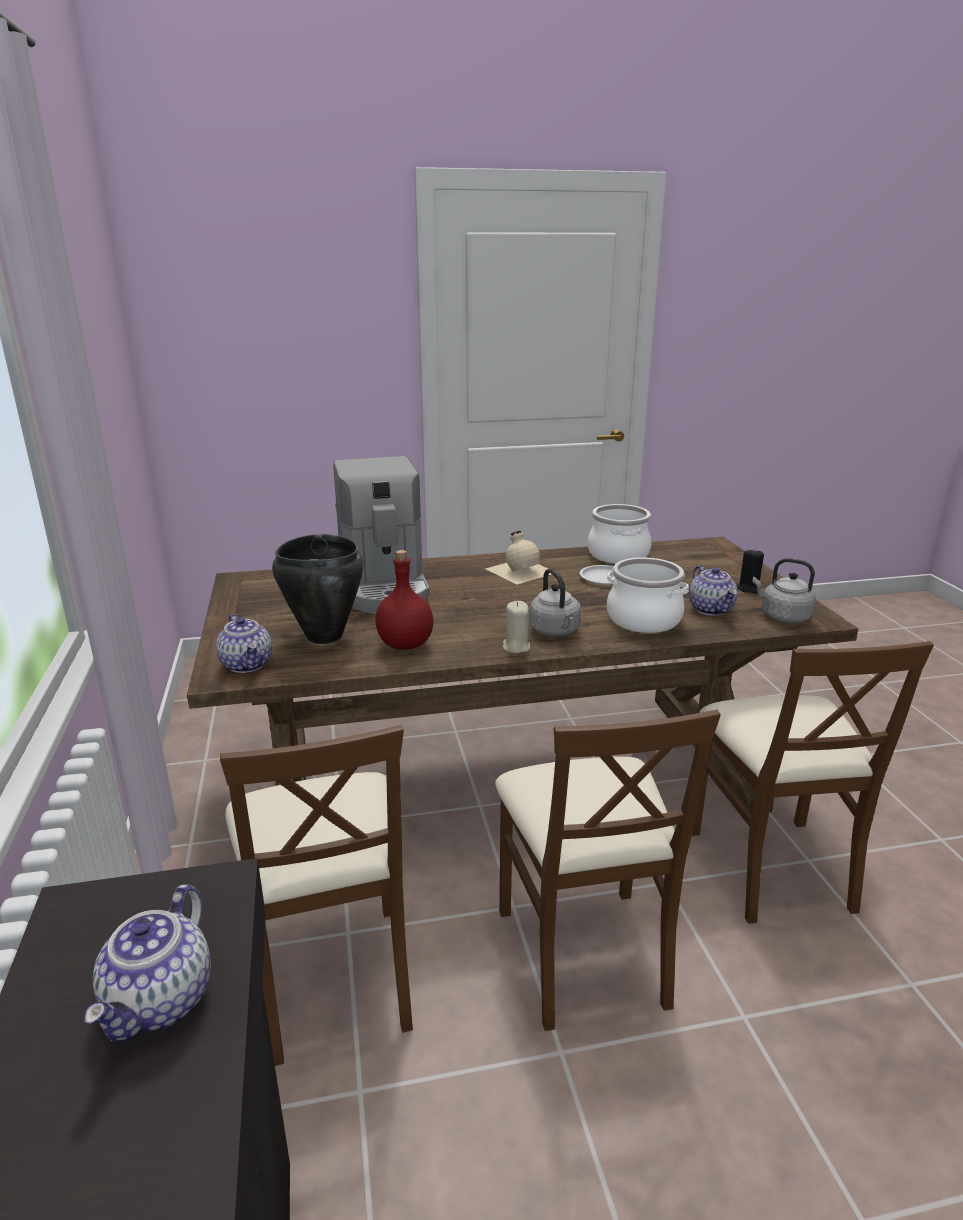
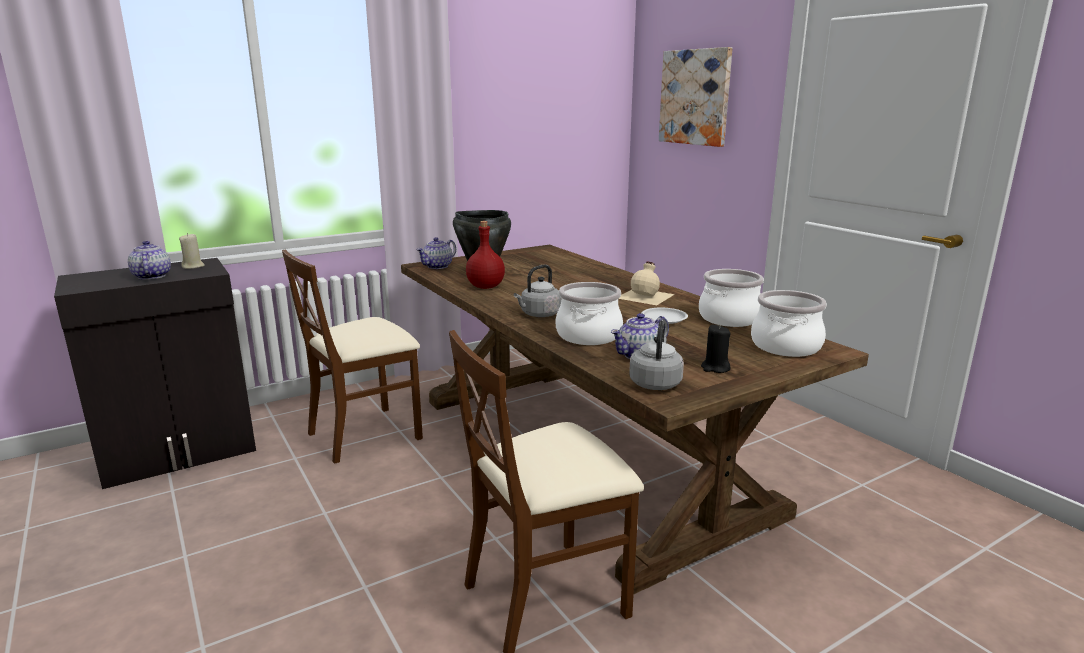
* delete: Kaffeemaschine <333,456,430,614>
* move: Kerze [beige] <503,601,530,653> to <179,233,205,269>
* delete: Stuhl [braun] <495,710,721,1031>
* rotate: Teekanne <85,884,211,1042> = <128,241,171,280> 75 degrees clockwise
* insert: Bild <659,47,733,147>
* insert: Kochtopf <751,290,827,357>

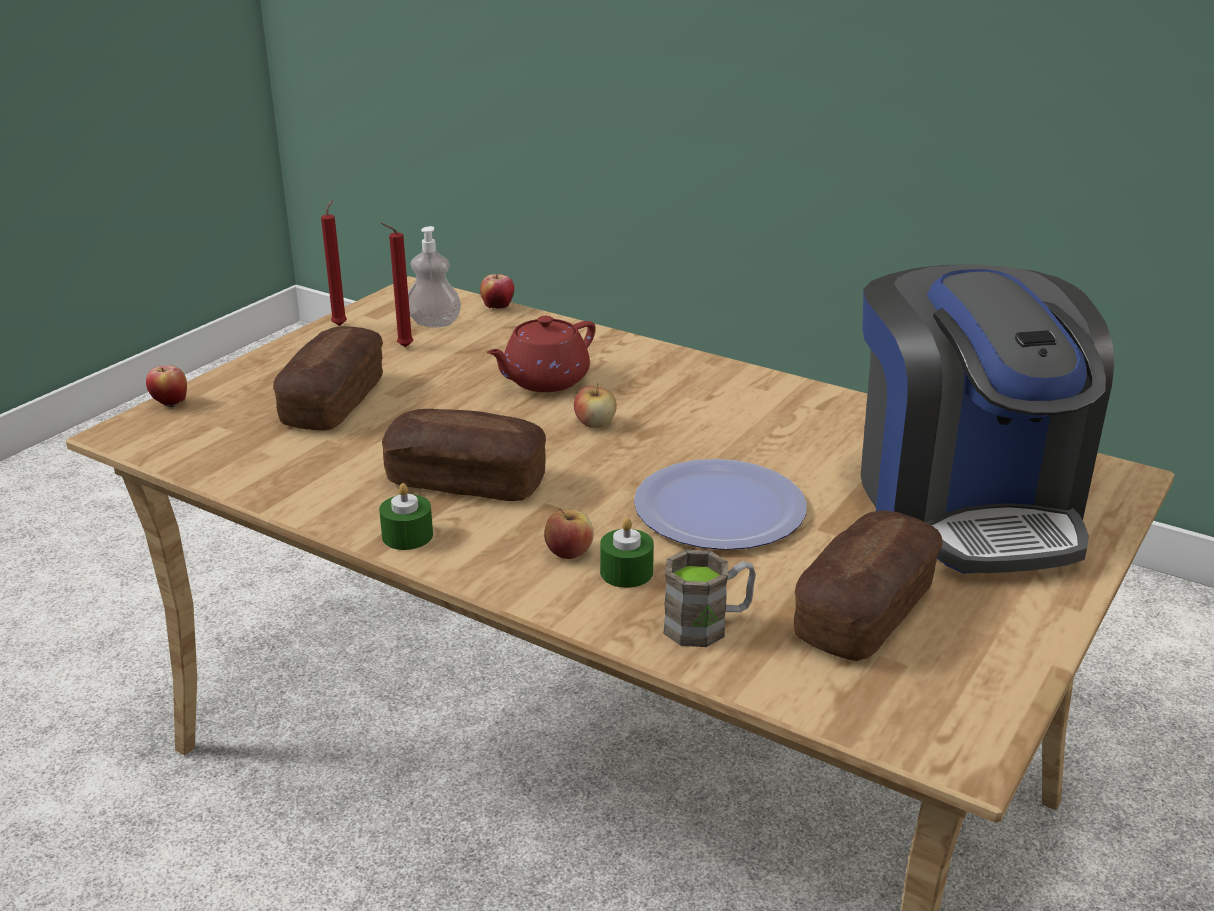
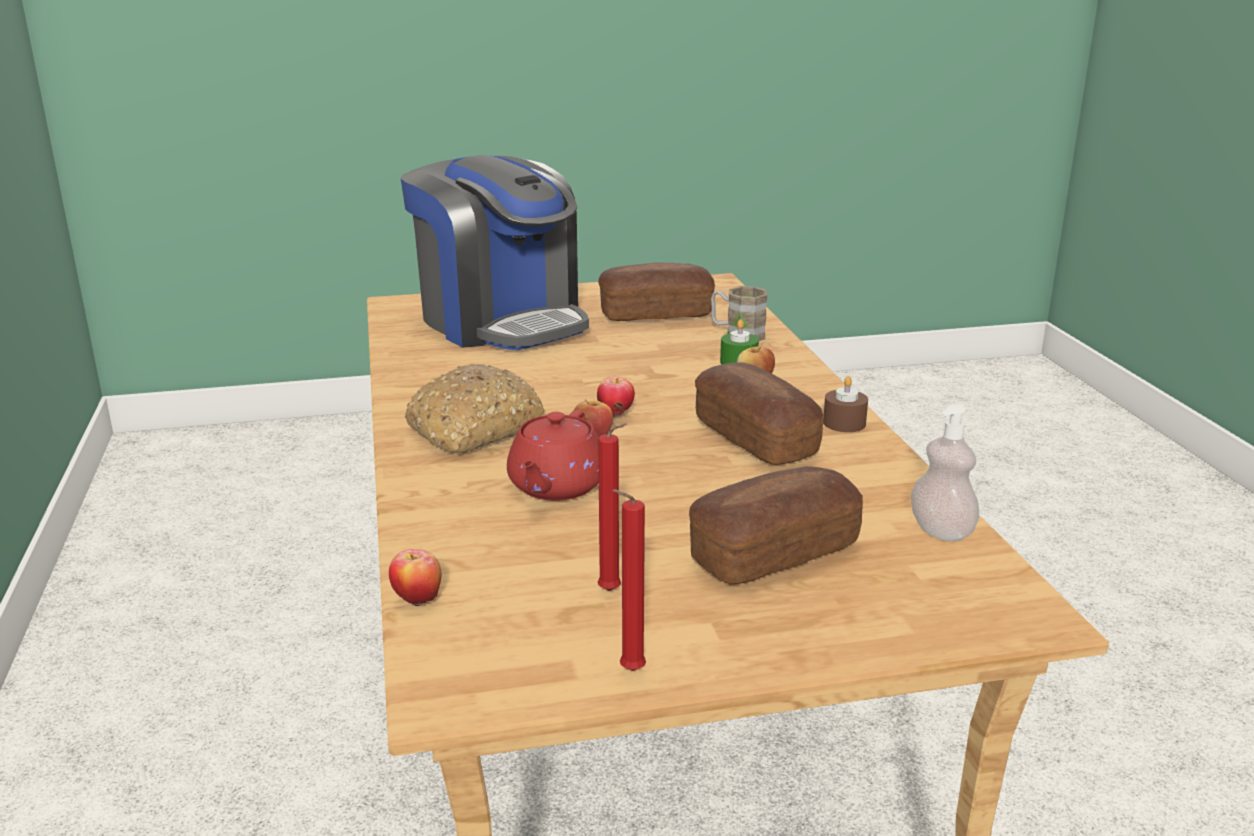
* move: Seifenspender <408,226,461,327> to <911,405,980,542>
* rotate: Kaffeemaschine <861,264,1115,574> = <401,155,589,350> 105 degrees clockwise
* rotate: Teekanne [rot] <486,316,596,392> = <507,410,599,501> 105 degrees clockwise
* move: Apfel <146,365,187,408> to <597,376,635,417>
* delete: Teller <634,459,807,550>
* recolor: Kerze [grün] <379,483,433,550> to Kerze [braun] <823,376,868,432>
* insert: Brot <404,363,544,453>

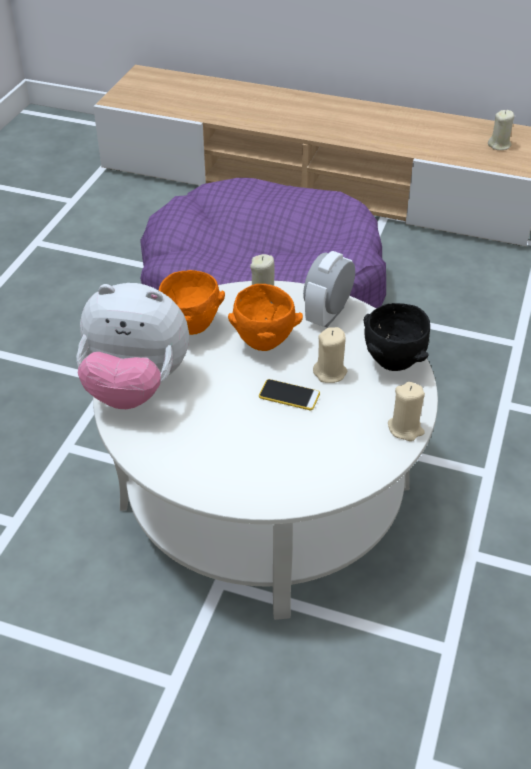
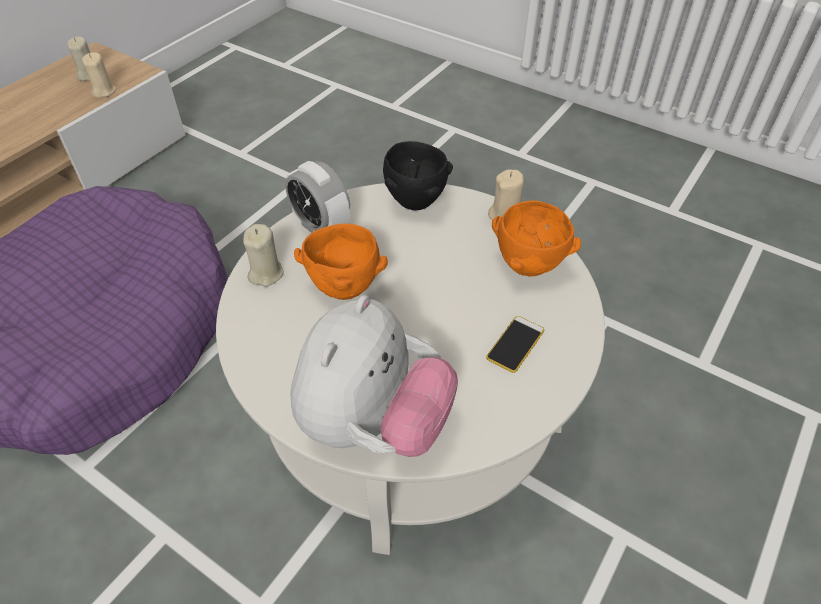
* move: Schüssel [orange] <159,270,225,335> to <492,200,581,277>
* move: Kerze [beige] <313,327,347,383> to <82,52,116,98>
* move: Handy <259,379,320,410> to <486,316,544,373>

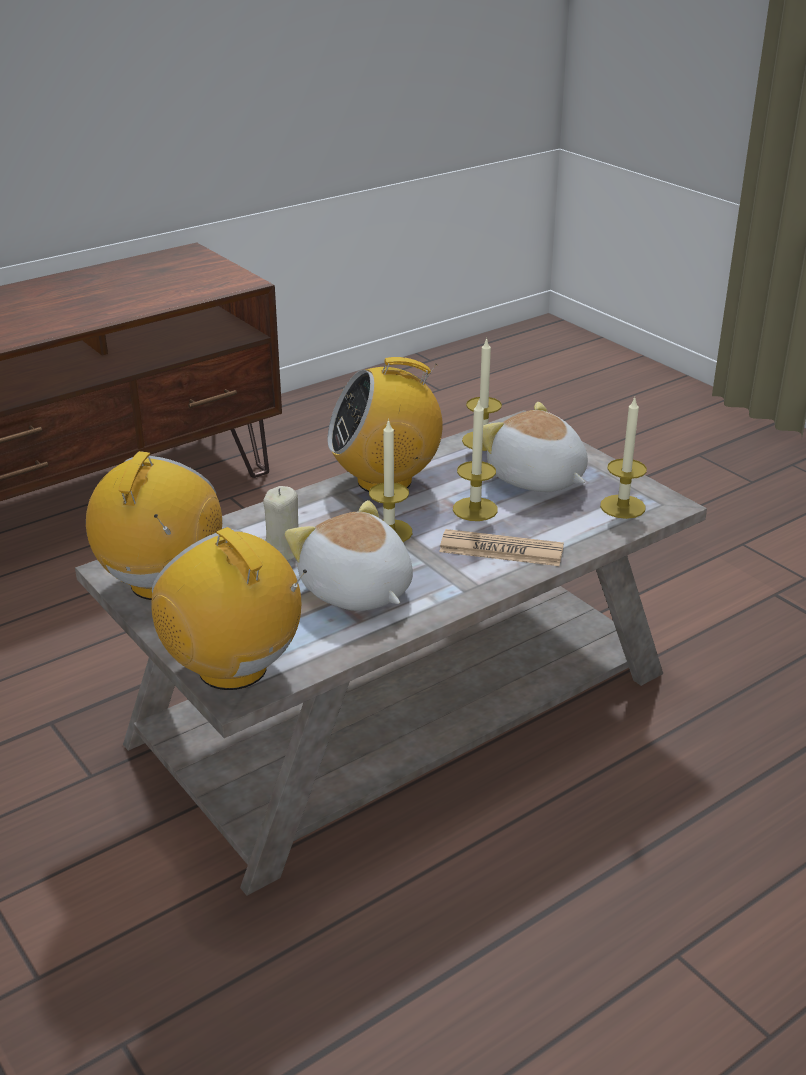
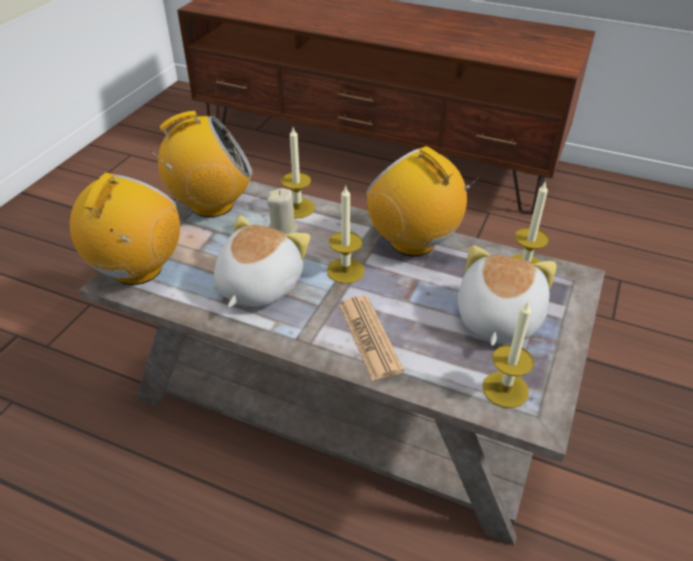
* move: Kerze <453,398,498,521> to <282,127,315,218>

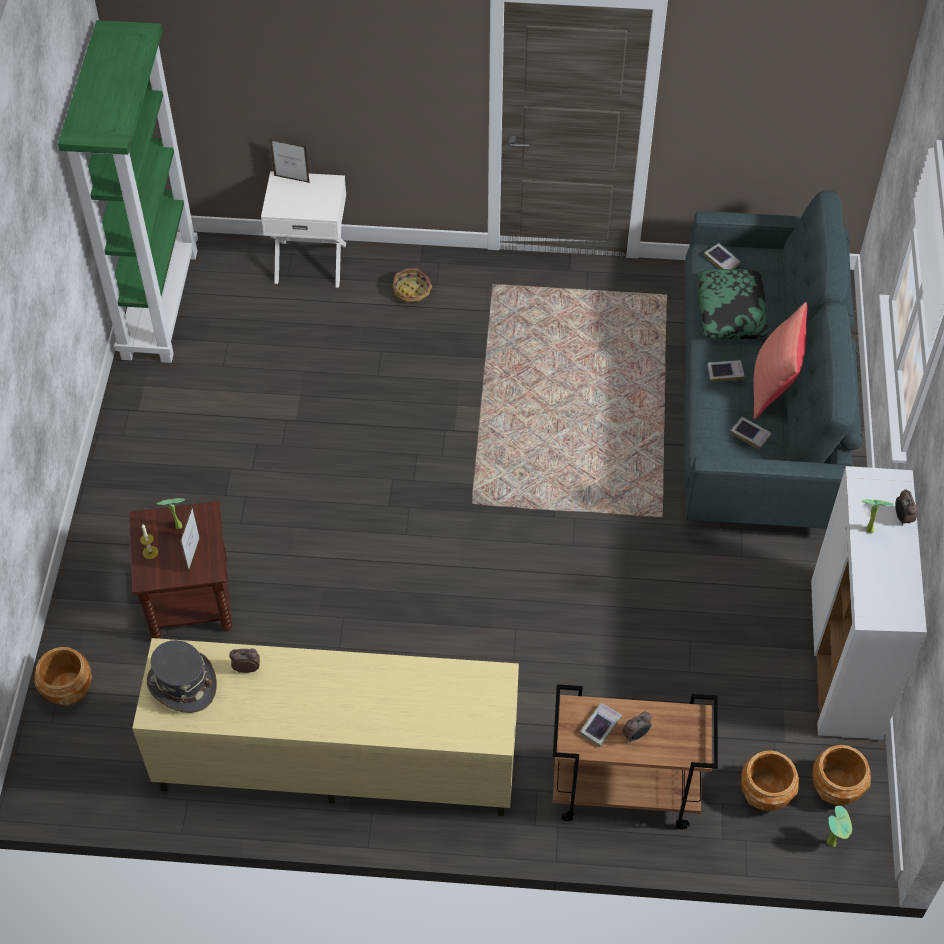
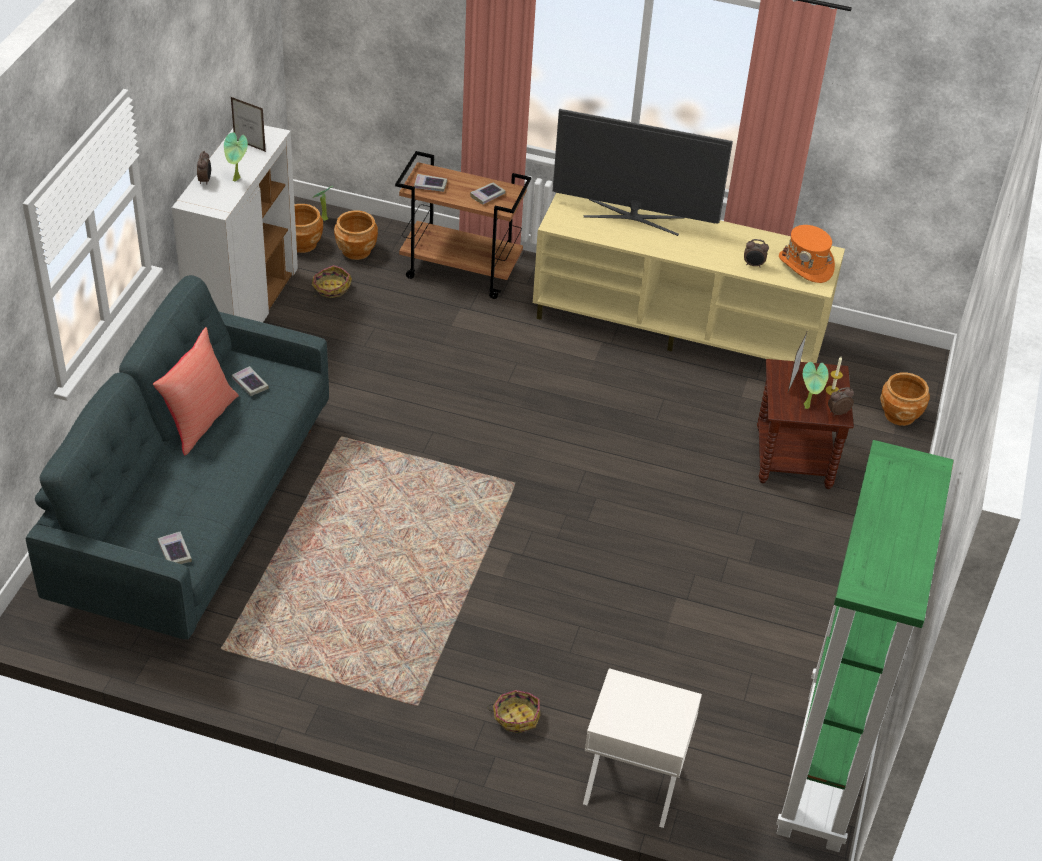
* move: Bilderrahmen <270,139,310,183> to <231,97,266,152>
* delete: Kissen <697,269,769,339>
* move: Buch <707,360,745,382> to <414,174,447,192>
* recolor: Hut [grau] <147,640,217,713> to Hut [orange] <779,225,835,283>
* move: Wecker <622,712,652,743> to <828,387,854,416>
* insert: Fernseher <553,109,733,236>
* insert: Korb <312,265,352,298>

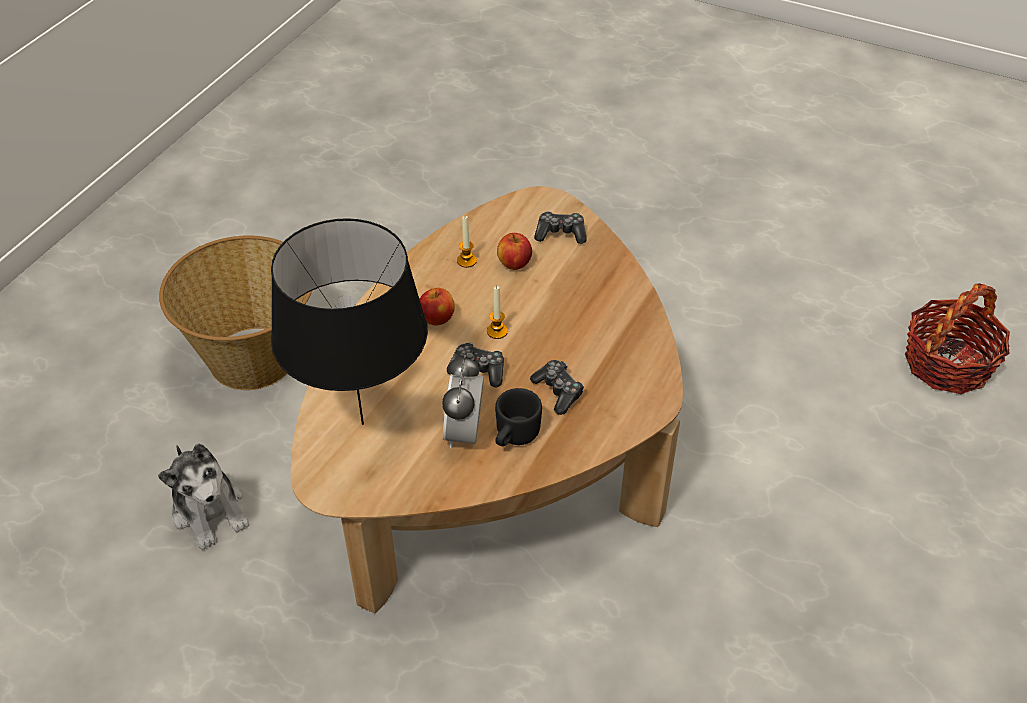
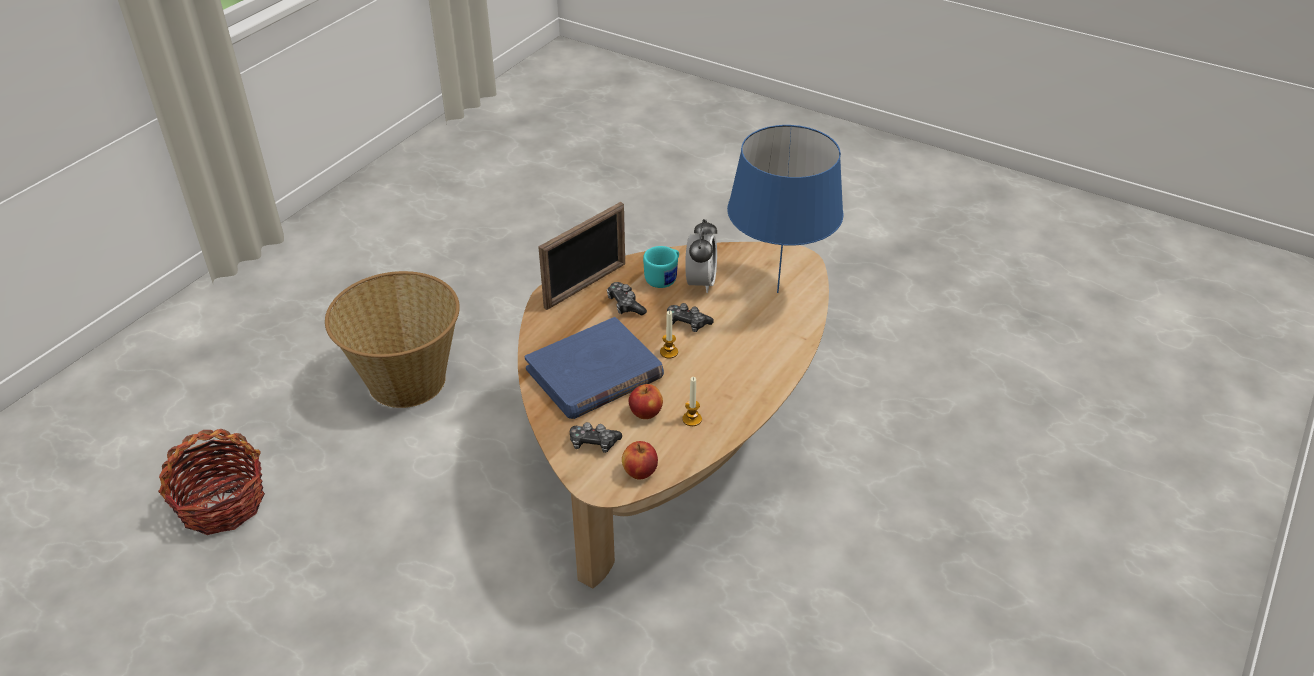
* recolor: Tischlampe [schwarz] <271,218,428,425> to Tischlampe [blau] <727,125,844,293>
* move: Korb <159,236,312,390> to <325,271,460,408>
* move: Apfel <420,288,455,326> to <622,441,658,479>
* recolor: Henkelbecher [schwarz] <495,388,542,446> to Henkelbecher [türkis] <643,246,679,288>
* delete: Plüschtier <158,443,249,550>
* insert: Bilderrahmen <538,202,625,310>
* insert: Buch [blau] <525,317,664,419>

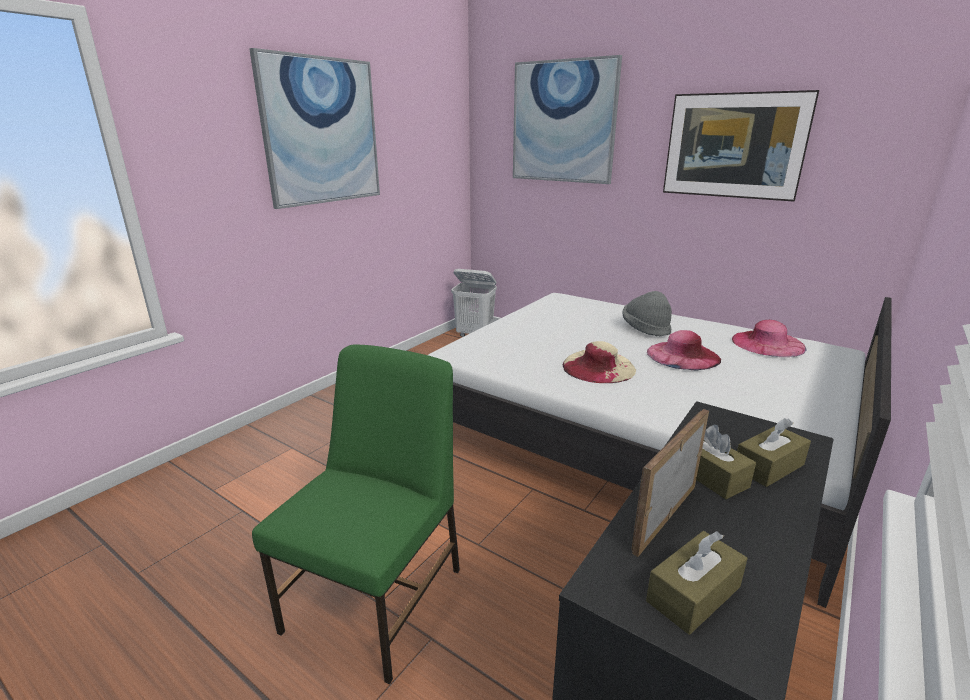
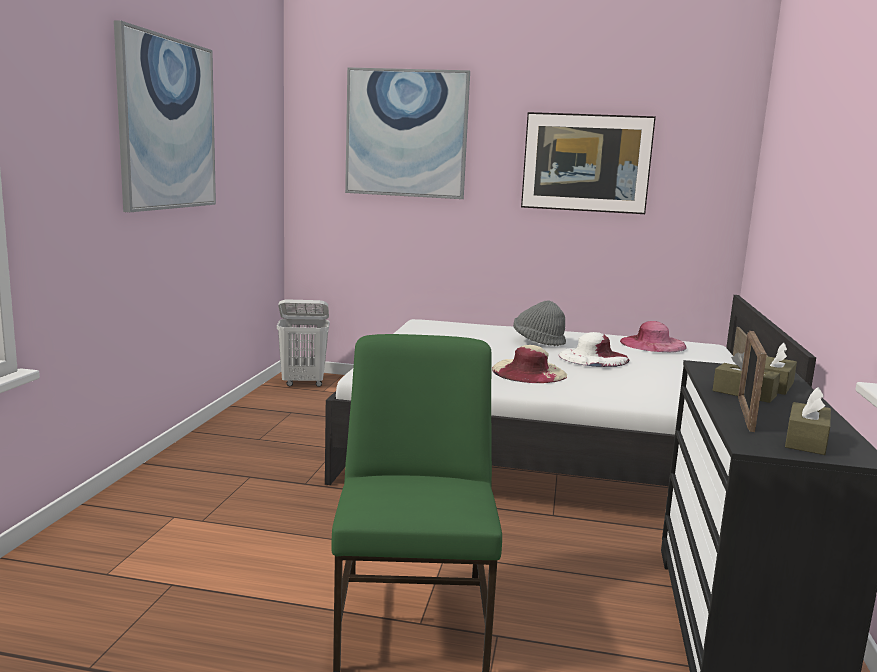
* recolor: Hut [rosa] <647,330,721,371> to Hut [weiß] <559,332,629,367>

